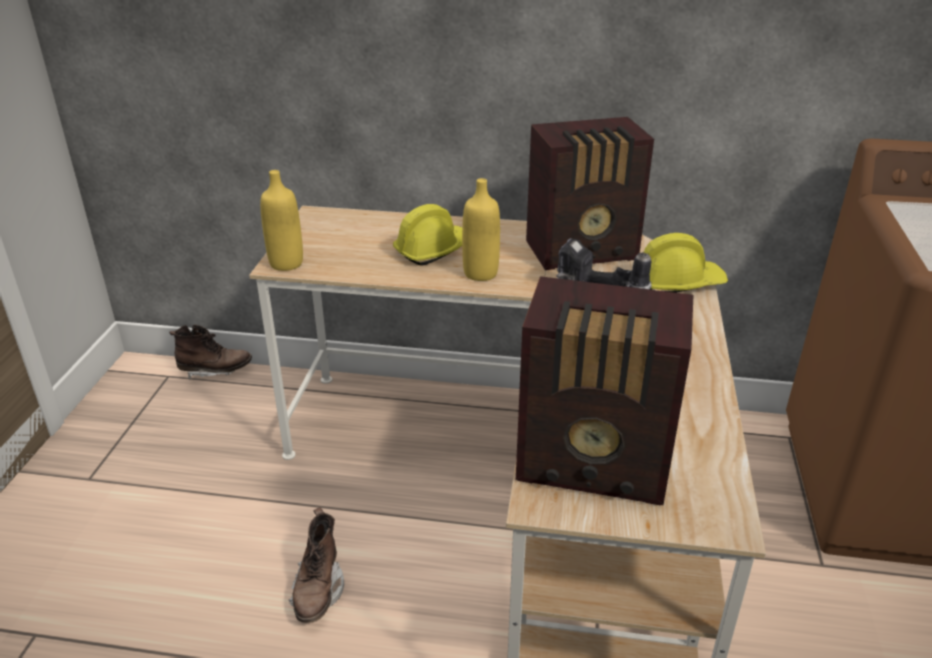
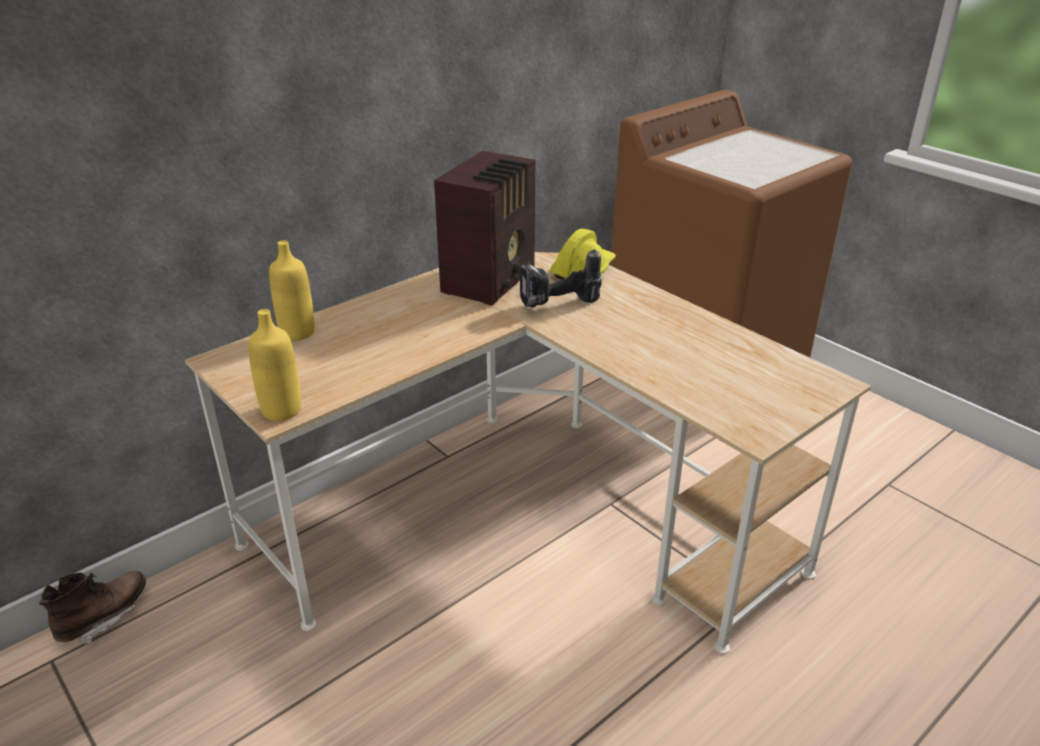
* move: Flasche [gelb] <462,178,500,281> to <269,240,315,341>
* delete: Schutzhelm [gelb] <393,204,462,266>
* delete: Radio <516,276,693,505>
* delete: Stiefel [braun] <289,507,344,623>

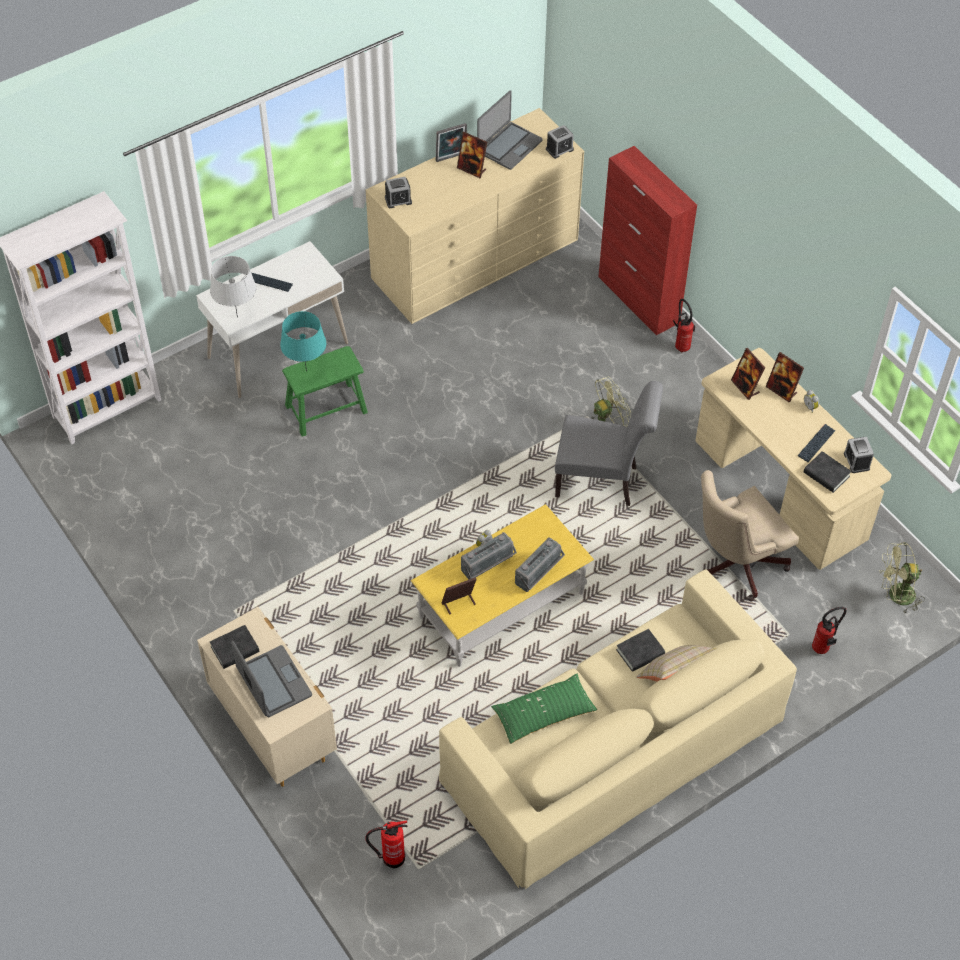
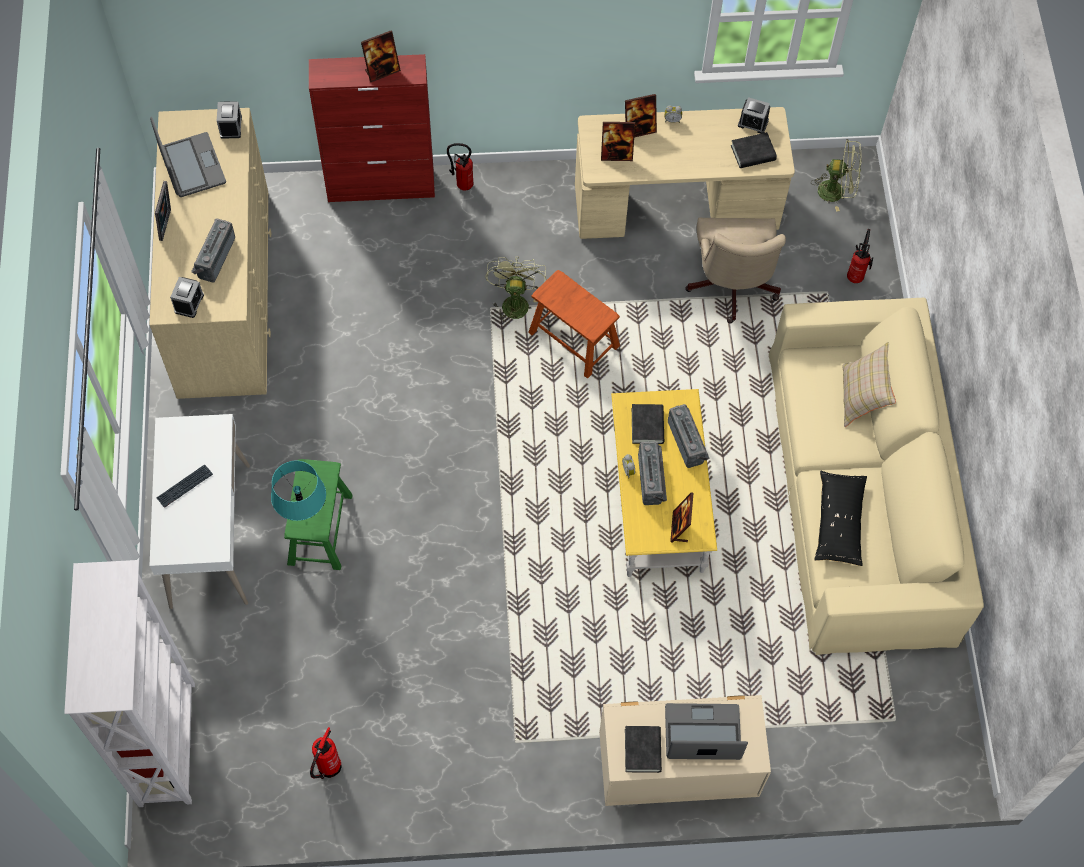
* move: Bilderrahmen <457,132,487,178> to <361,30,401,82>
* delete: Tischlampe [grau] <210,256,256,318>
* replace: Stuhl [grau] <555,381,663,506> to Hocker [braun] <529,270,620,378>
* delete: Tastatur <798,424,836,462>
* rotate: Ventilator [grün] <879,542,925,613> = <811,139,862,212> 105 degrees counterclockwise
* move: Buch [schwarz] <616,629,665,672> to <632,404,664,444>
* recolor: Kissen [grün] <491,673,597,744> to Kissen [schwarz] <814,471,867,566>
* move: Feuerlöscher <365,821,408,868> to <310,727,342,779>
* insert: Radio <191,219,235,282>

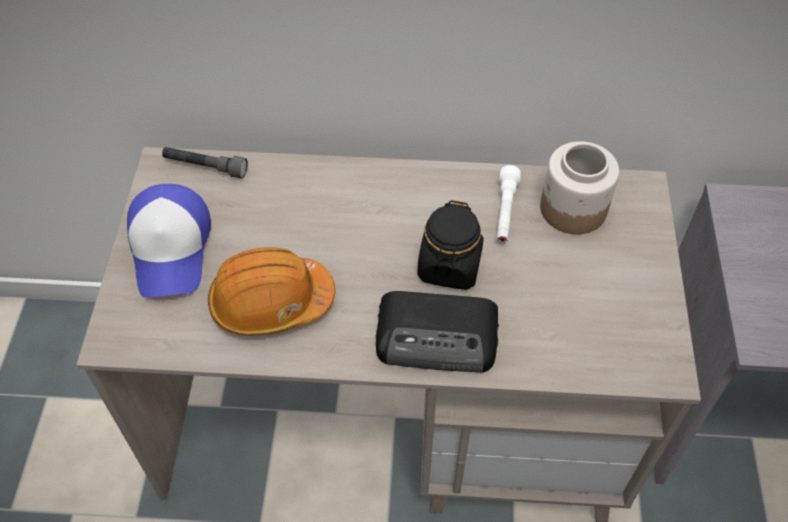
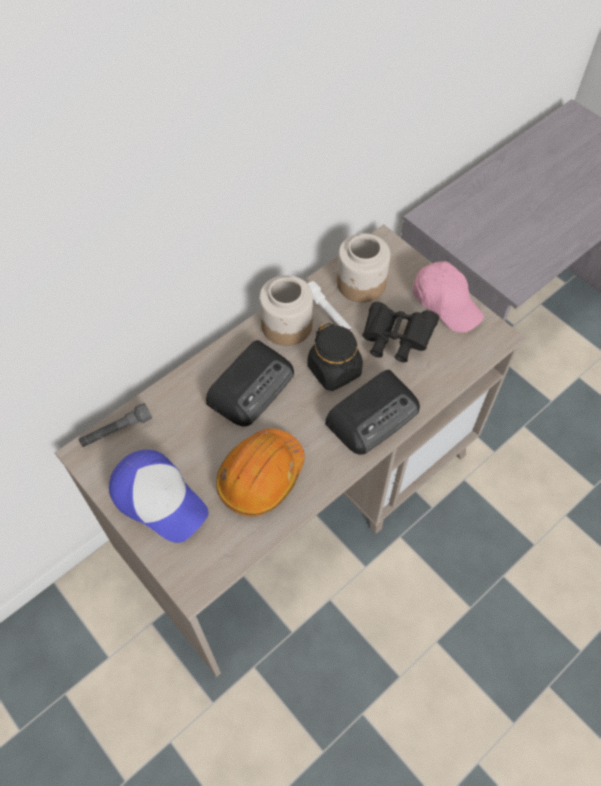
* insert: Kappe [rosa] <412,261,484,333>
* insert: Vorratsglas <259,275,313,346>
* insert: Fernglas [schwarz] <362,302,439,362>
* insert: Radio <206,340,294,427>

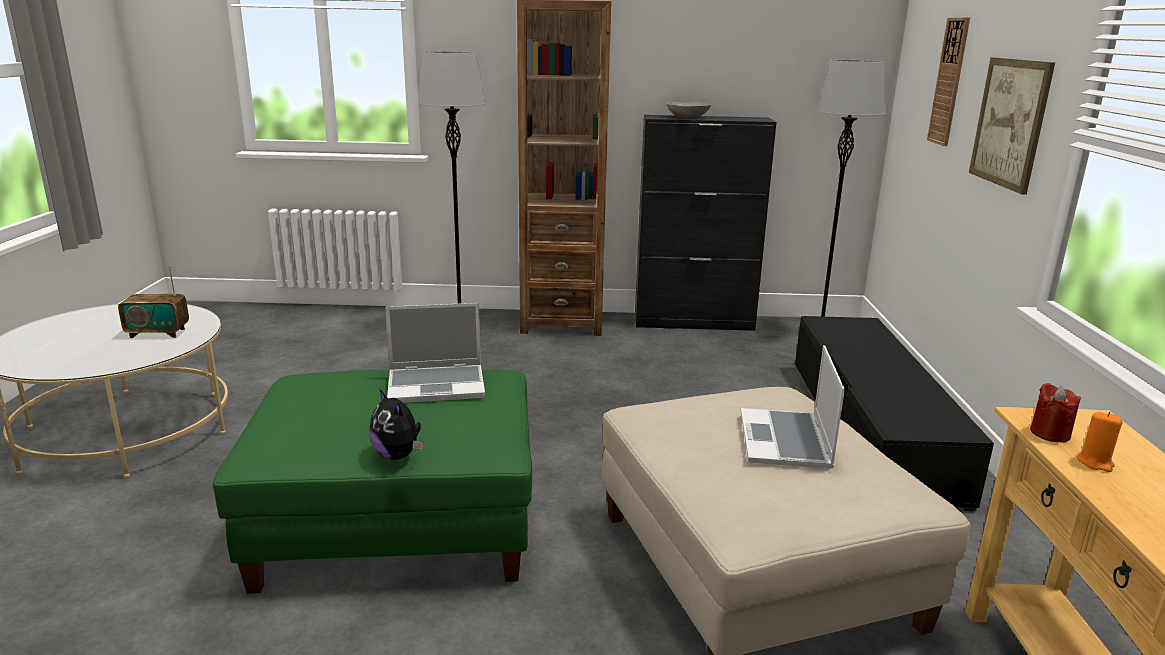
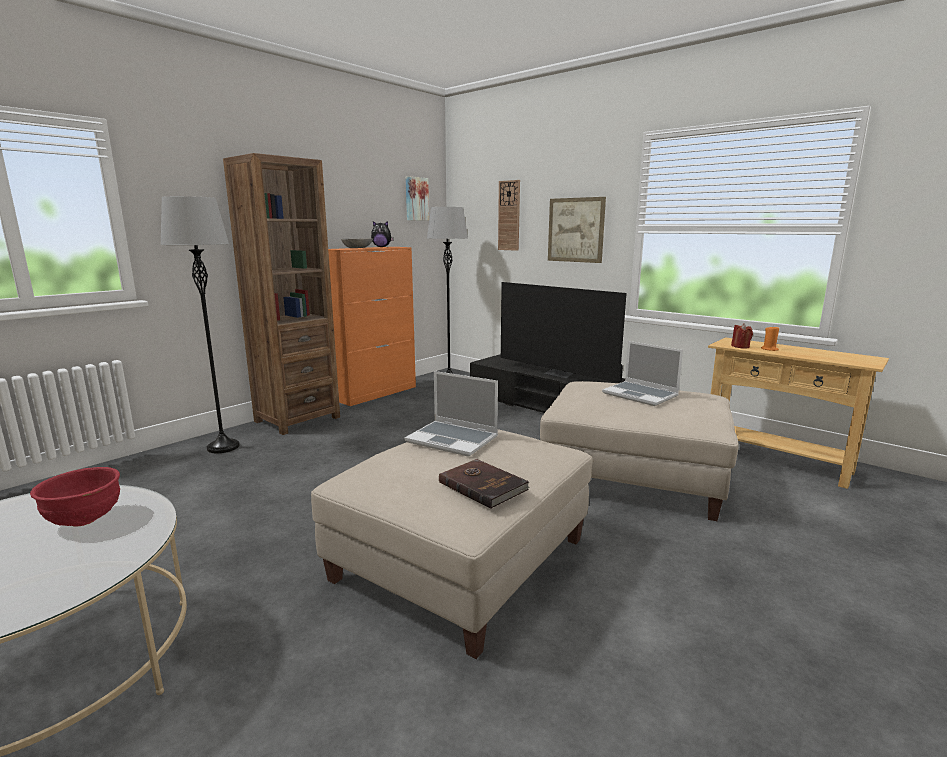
* recolor: Schrank [schwarz] <635,115,777,331> to Schrank [orange] <328,247,416,406>
* replace: Radio <118,266,189,338> to Schüssel [rot] <30,467,120,526>
* rotate: Laptop <385,303,485,403> = <405,371,498,457> 90 degrees clockwise
* recolor: Polsterhocker [grün] <213,370,532,594> to Polsterhocker [beige] <311,429,593,659>
* move: Plüschtier <369,389,423,460> to <371,221,394,247>
* insert: Bild <406,176,429,221>
* insert: Fernseher <501,282,627,383>
* insert: Buch [braun] <439,459,530,509>

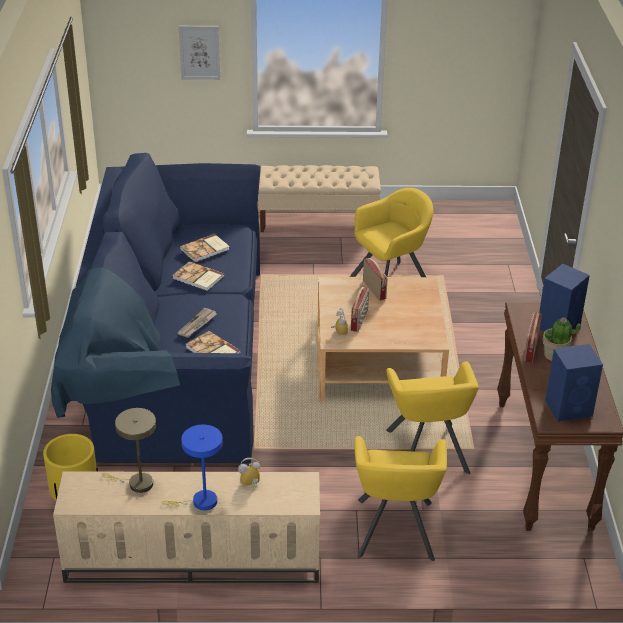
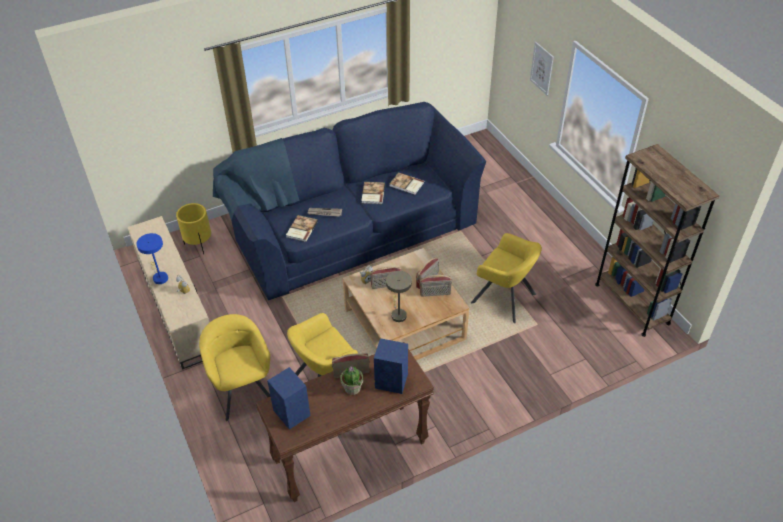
* delete: Bank [beige] <258,165,381,232>
* move: Tischlampe [beige] <102,408,156,493> to <386,271,412,322>
* rotate: Sessel [gelb] <354,436,447,561> = <199,314,270,421> 90 degrees clockwise
* insert: Bücherregal [braun] <595,144,719,337>
* insert: Radio <420,275,452,297>

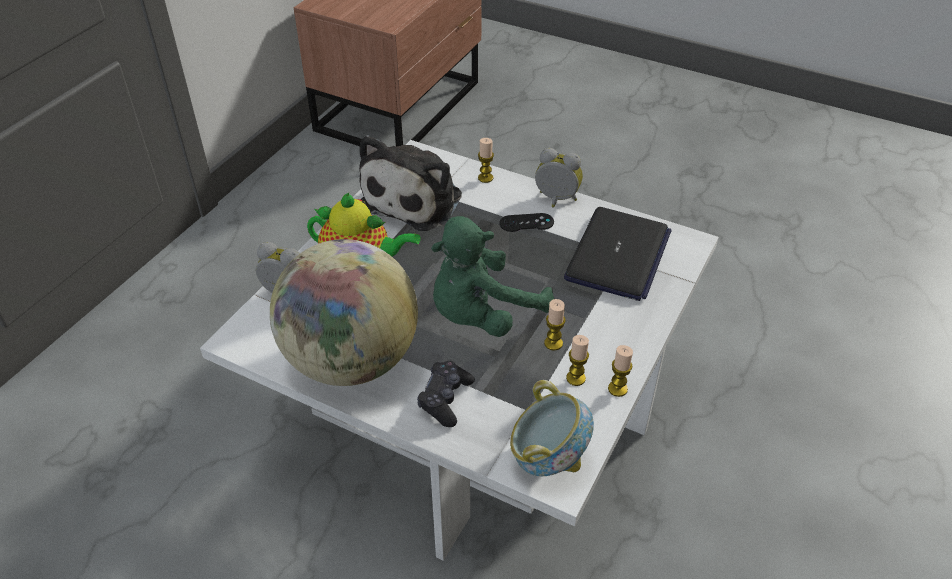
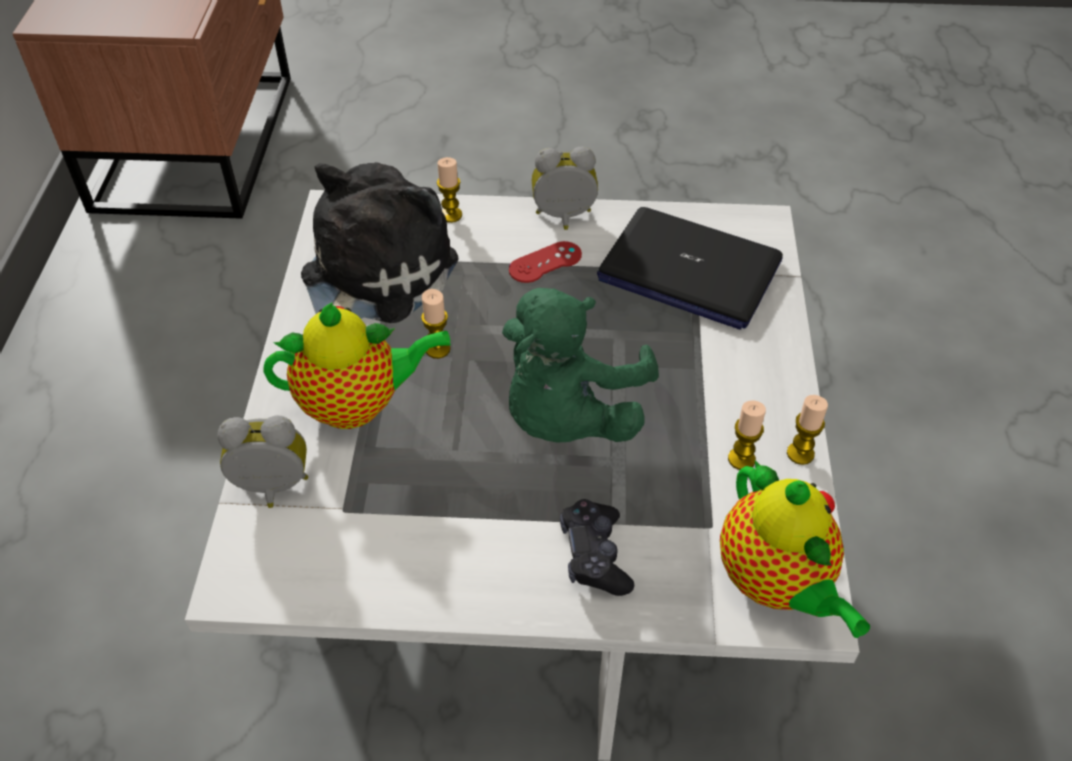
* rotate: Plüschtier <359,135,462,231> = <301,162,459,323> 150 degrees counterclockwise
* rotate: Laptop <564,207,671,301> = <597,207,783,330> 120 degrees clockwise
* recolor: Gamepad [schwarz] <500,213,554,232> to Gamepad [rot] <509,241,582,283>
* delete: Globus <270,239,418,386>
* move: Kerze <544,299,566,351> to <421,289,451,359>
* replace: Schüssel <510,380,594,476> to Teekanne <720,460,870,638>

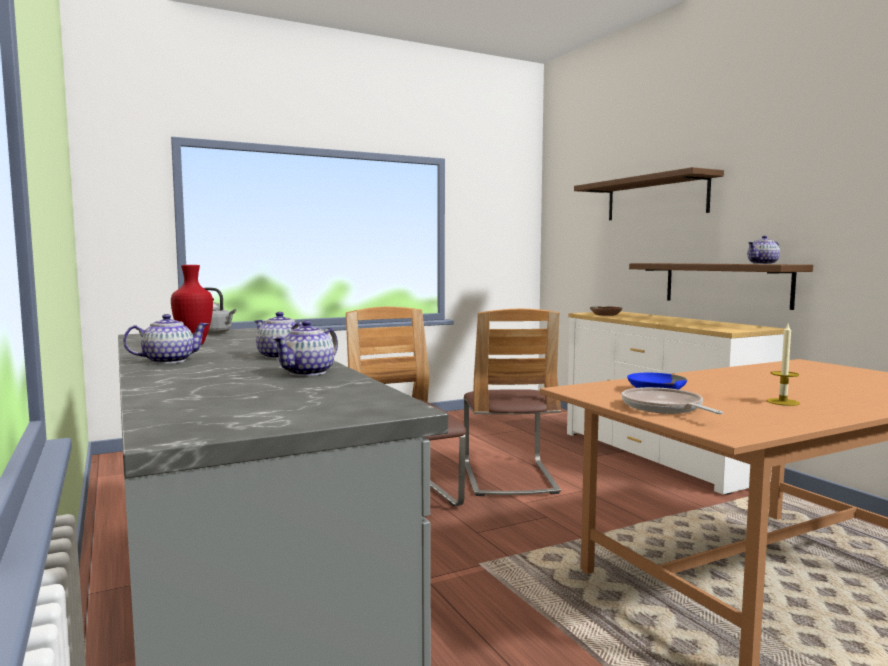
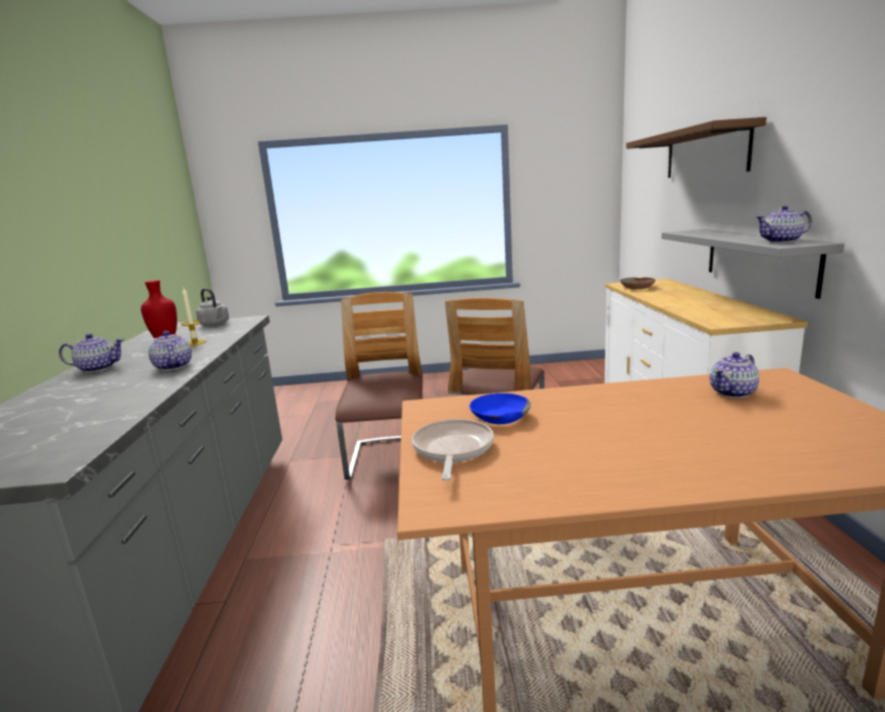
* recolor: Wandregal [braun] <629,263,813,310> to Wandregal [grau] <661,229,845,299>
* move: Teekanne <272,320,338,376> to <710,352,759,398>
* move: Kerze <766,324,800,406> to <181,287,207,346>

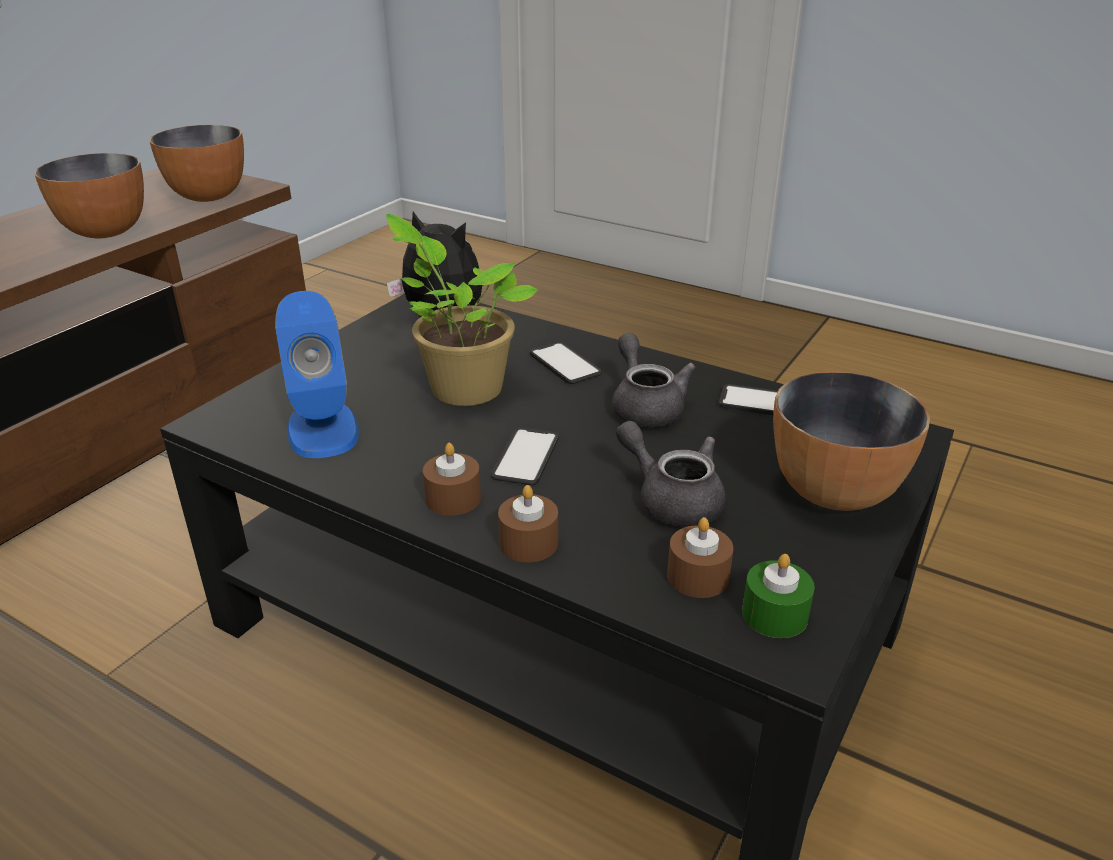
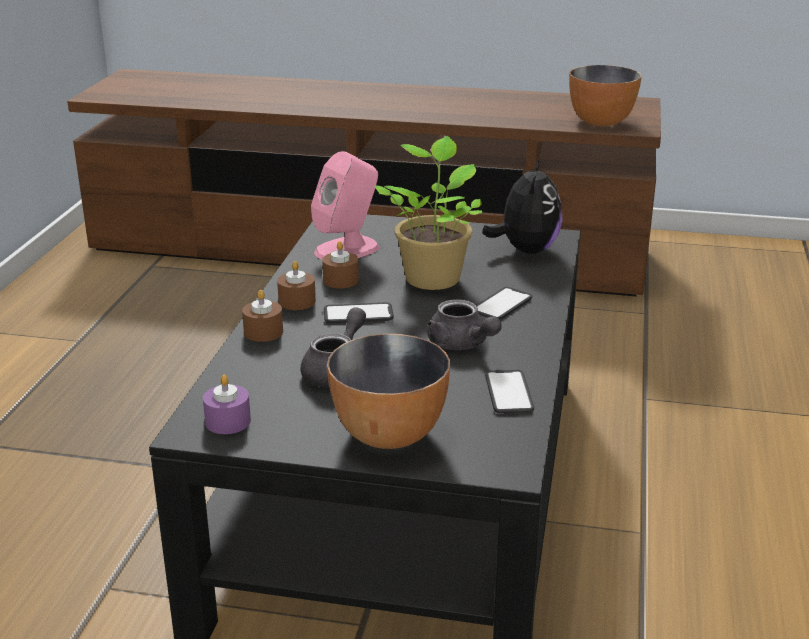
* delete: Schüssel <34,153,144,238>
* recolor: Lautsprecher [blau] <275,291,359,458> to Lautsprecher [rosa] <311,151,379,260>
* rotate: Teekanne [grau] <612,333,696,427> = <427,299,502,350> 90 degrees clockwise
* move: Kerze [braun] <667,517,733,598> to <322,241,359,288>
* recolor: Kerze [grün] <742,554,815,638> to Kerze [lila] <203,375,251,434>

